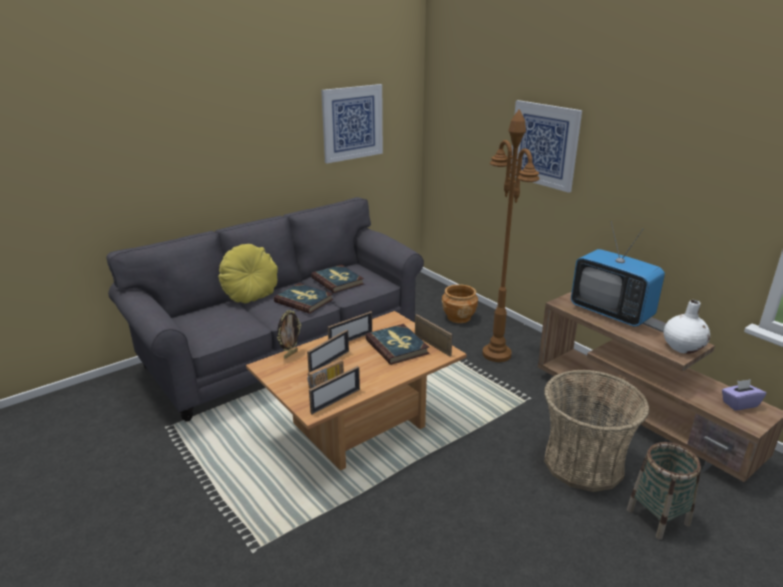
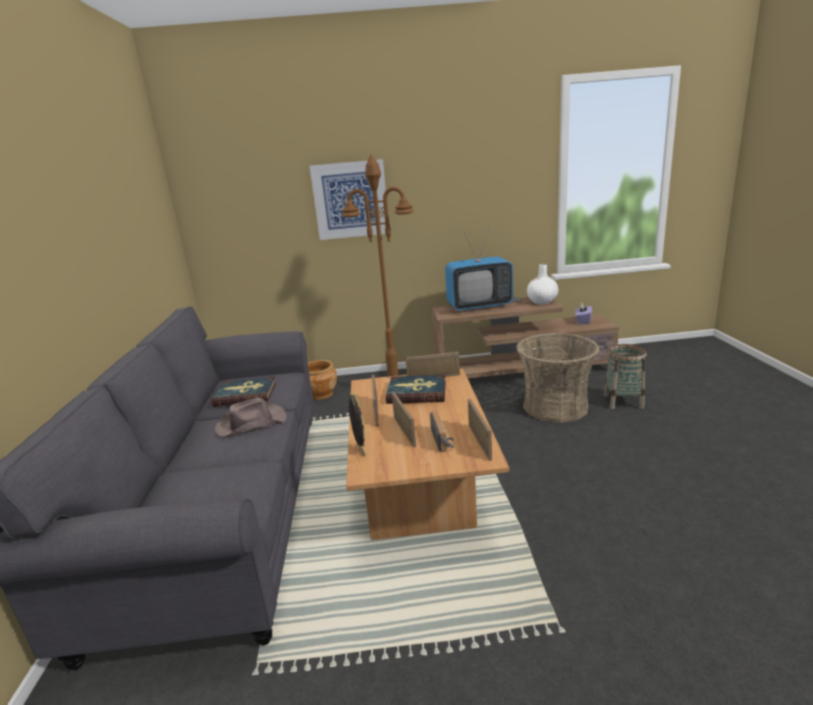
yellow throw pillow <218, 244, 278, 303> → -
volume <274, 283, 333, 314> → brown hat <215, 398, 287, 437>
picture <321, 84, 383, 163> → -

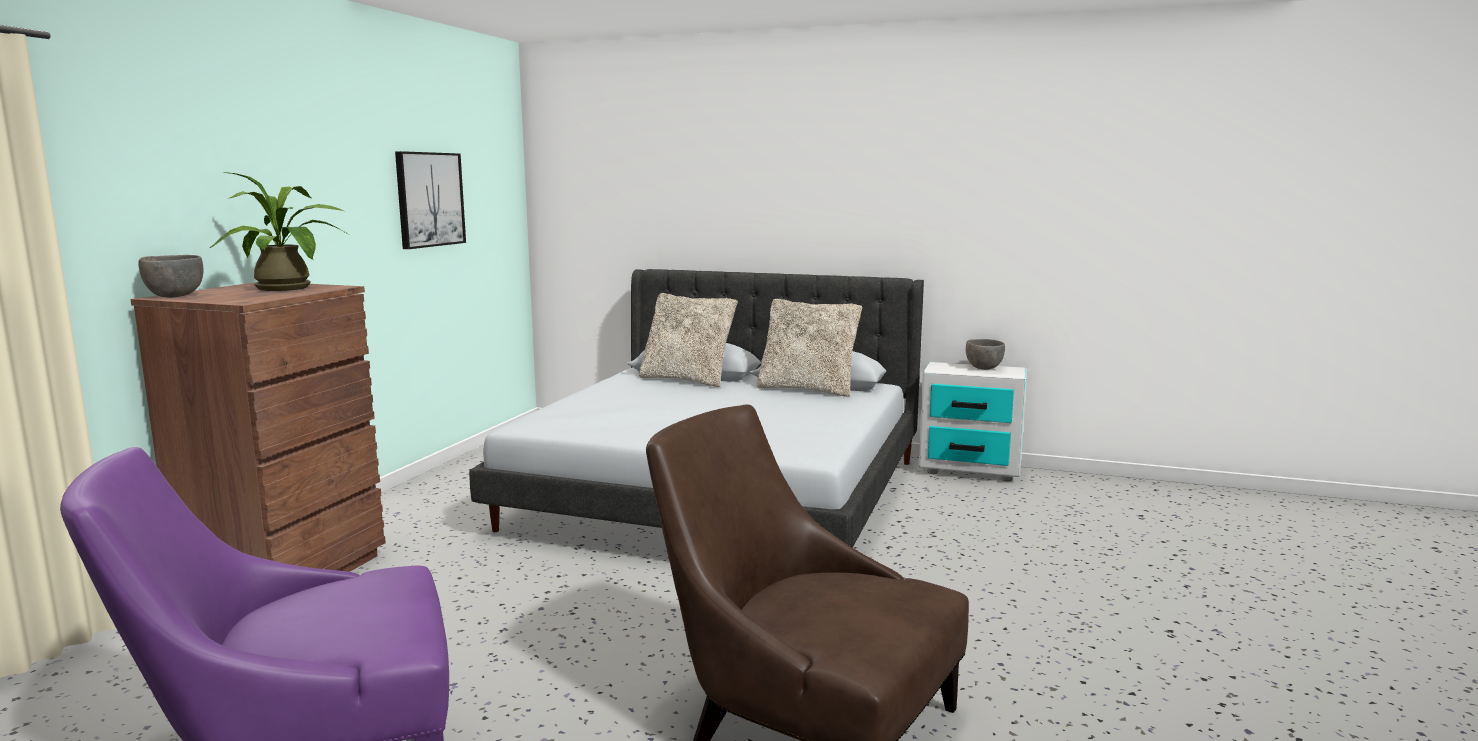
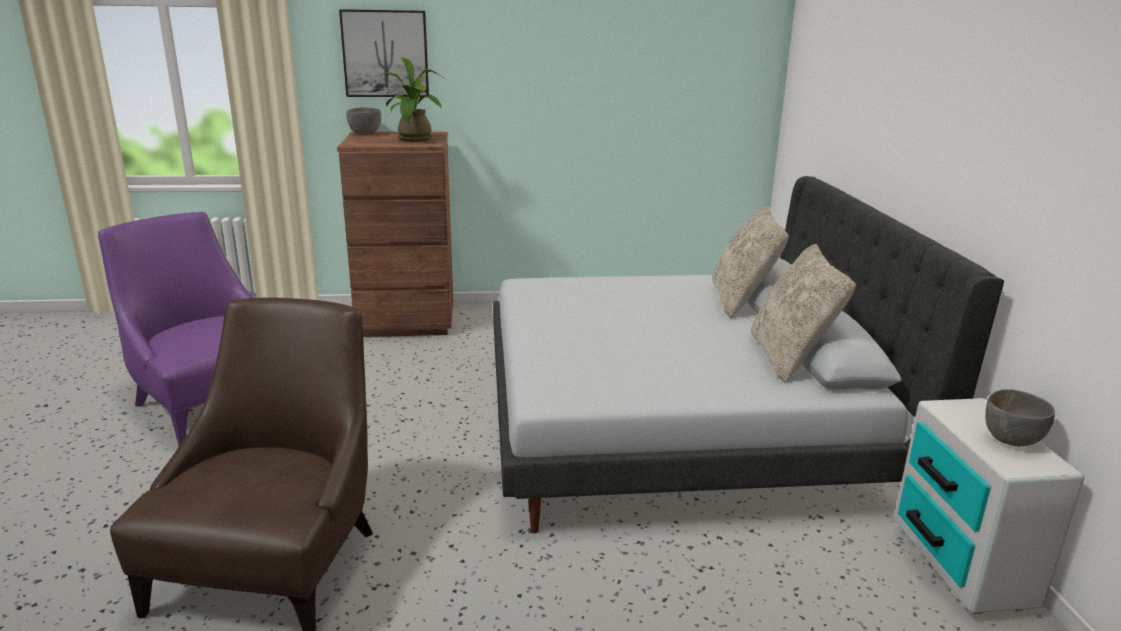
picture <395, 151, 466, 249> → picture <339, 9, 429, 97>, shifted

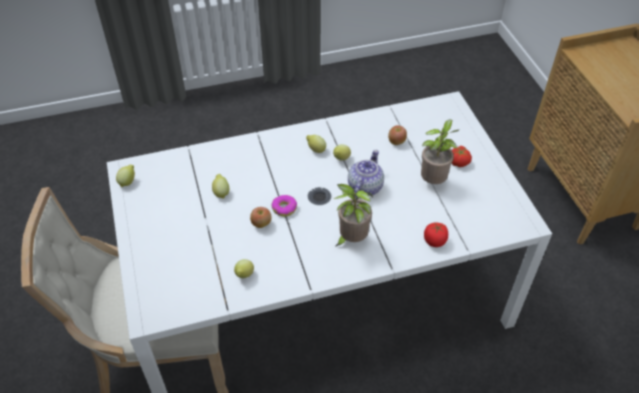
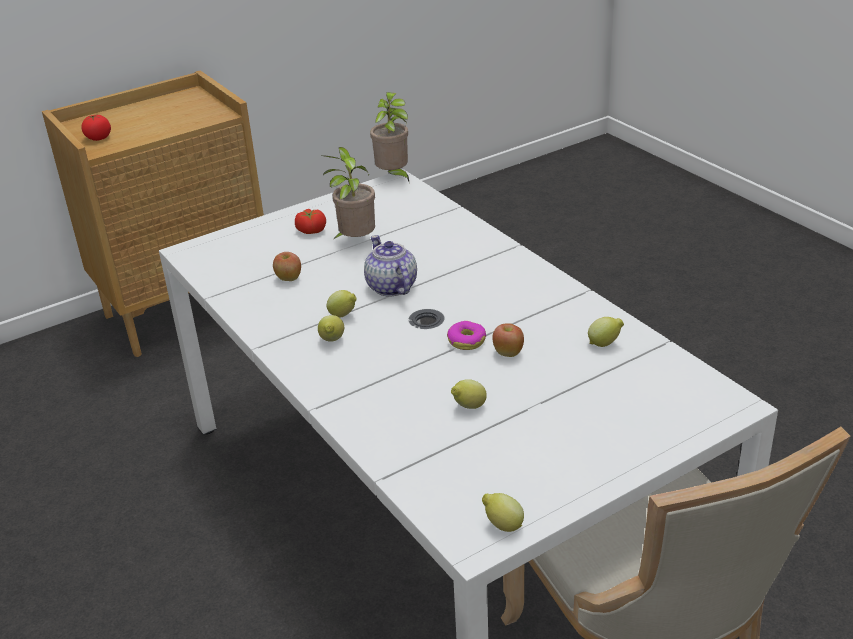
potted plant <334, 184, 373, 247> → potted plant <370, 92, 409, 181>, shifted
tea pot <348, 150, 384, 199> → tea pot <364, 235, 417, 297>, 60 degrees clockwise
fresh tomato <424, 223, 448, 247> → fresh tomato <81, 115, 111, 141>, shifted

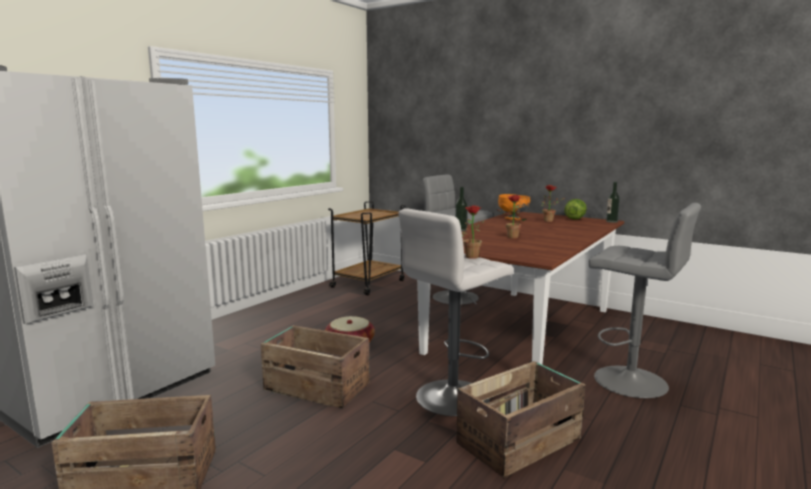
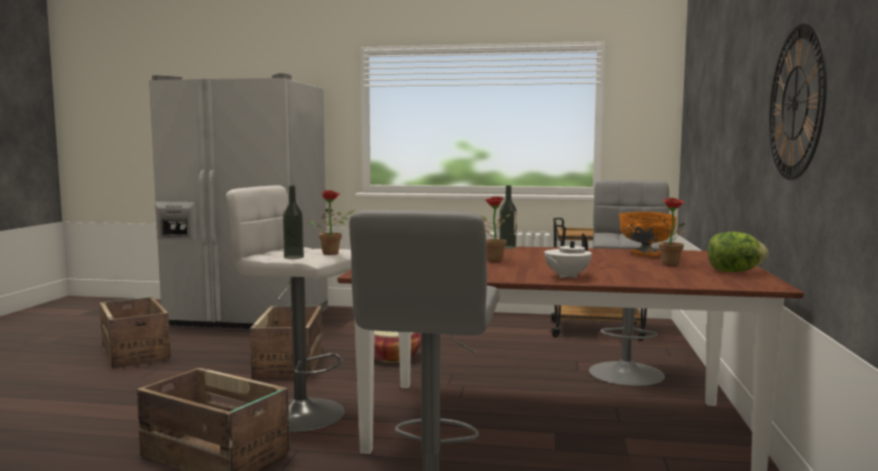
beverage bottle <606, 182, 620, 223> → beverage bottle <283, 185, 304, 259>, shifted
- → white-coloured tea pot <544, 234, 592, 278>
- → hanging clock <769, 23, 827, 180>

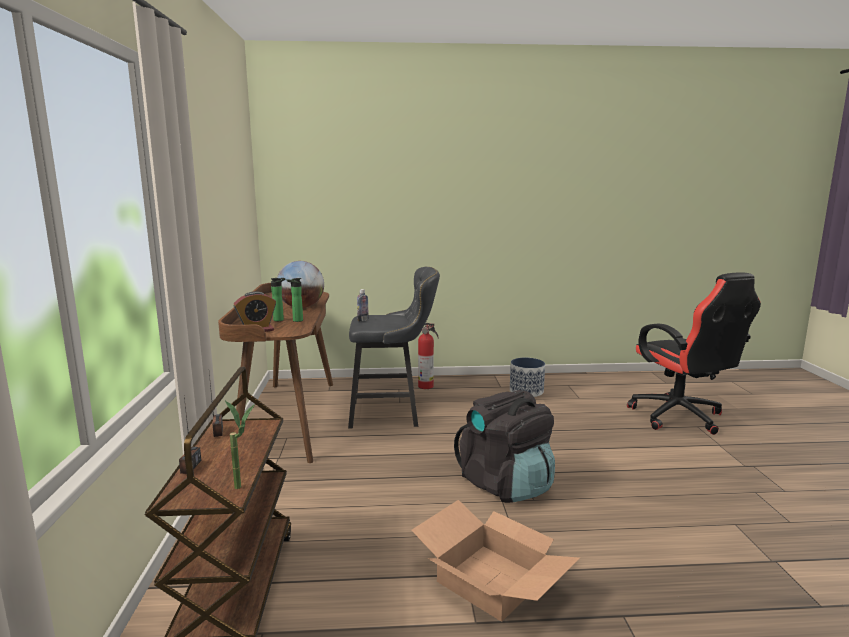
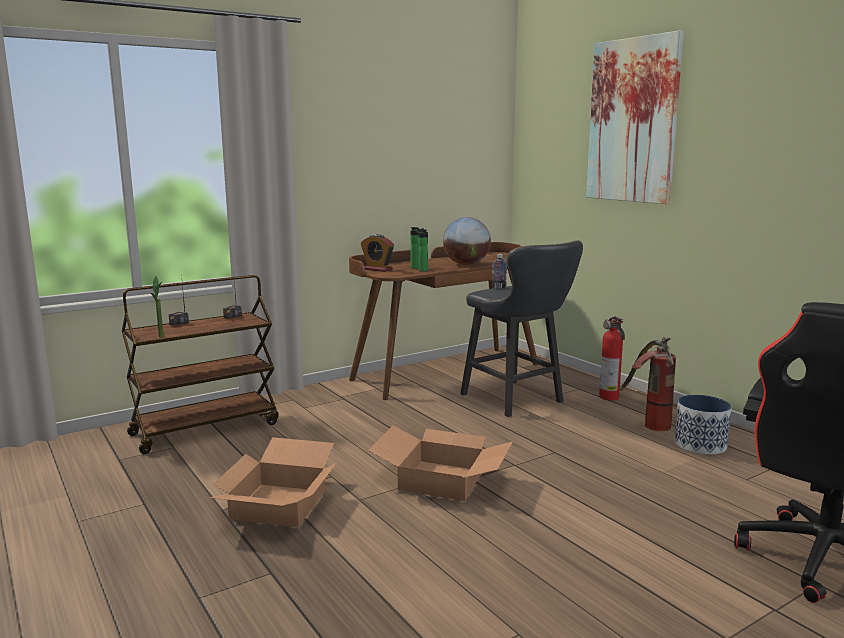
blackish knapsack <454, 390, 555, 503> → packing box <368, 426, 513, 501>
- → picture <586, 30, 684, 204>
- → extinguisher <620, 337, 676, 431>

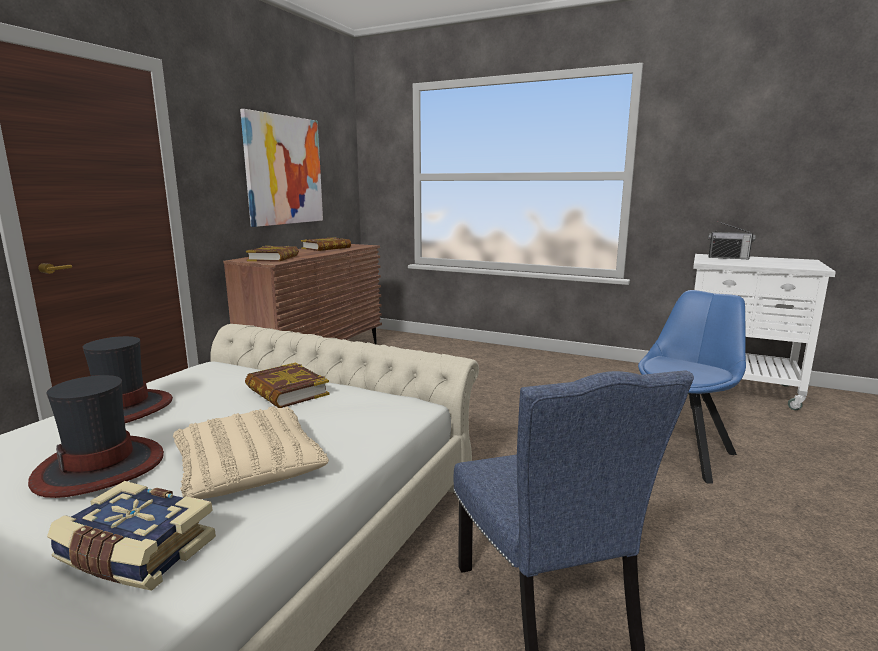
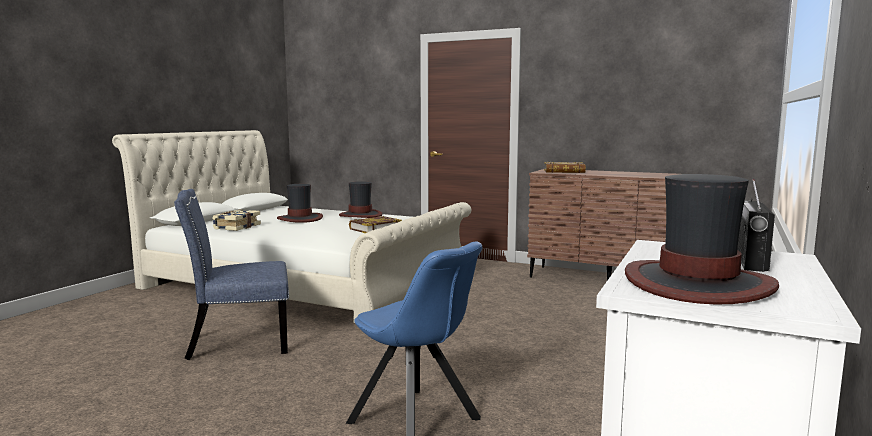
beige-coloured throw pillow <173, 406, 329, 499> → -
picture <240, 109, 323, 227> → -
volume <301, 237, 351, 251> → -
- → hat <625, 174, 779, 304>

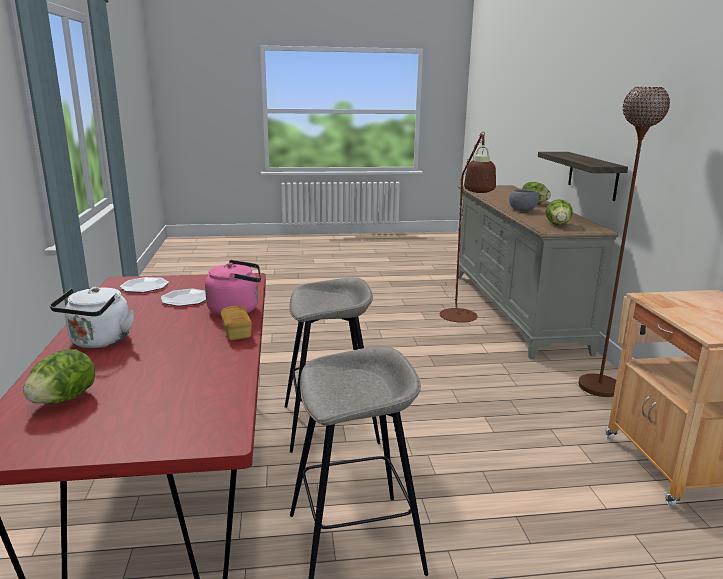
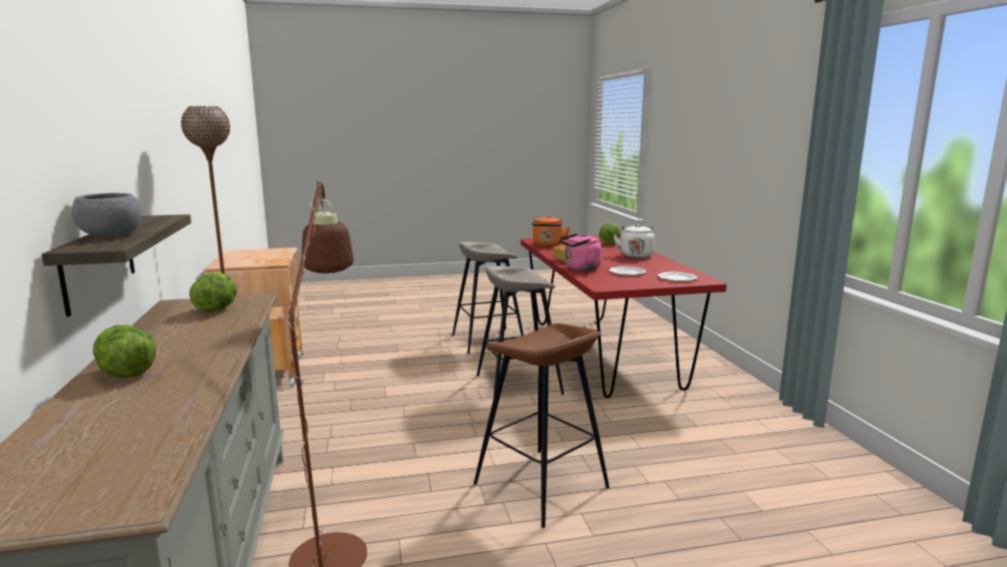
grey deep dish <509, 189, 539, 211> → grey deep dish <72, 193, 142, 237>, shifted
- → brown stool seat <474, 323, 609, 528>
- → orange water kettle <532, 215, 570, 246>

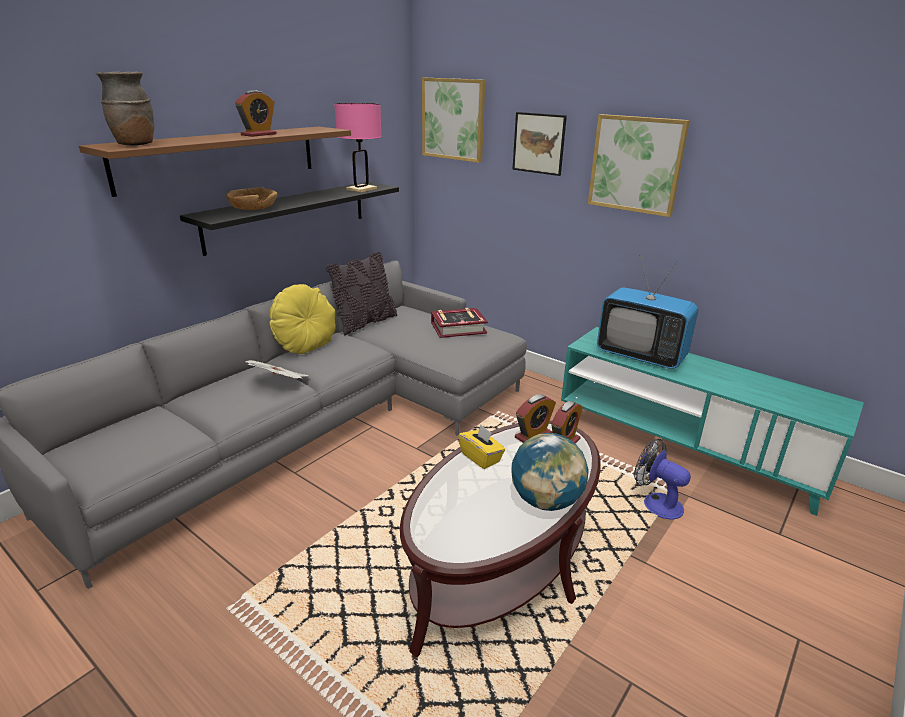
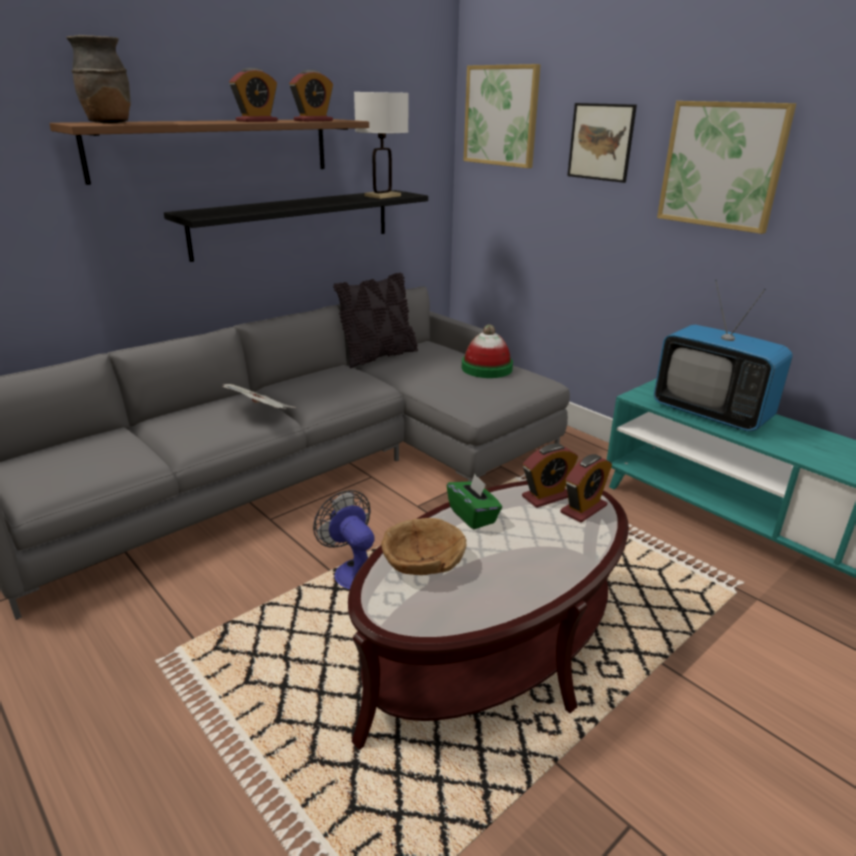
brown deep dish <226, 187, 277, 210> → brown deep dish <381, 518, 466, 575>, shifted
yellow throw pillow <269, 284, 335, 354> → -
pink tabletop lamp <334, 103, 382, 193> → white-coloured tabletop lamp <354, 92, 409, 199>
volume <431, 308, 488, 338> → hat <462, 324, 513, 378>
yellow box of tissues <458, 424, 505, 469> → green-coloured box of tissues <447, 474, 502, 529>
world globe <512, 433, 589, 511> → -
cooling fan <634, 439, 691, 519> → cooling fan <313, 490, 374, 589>, shifted
- → alarm clock <289, 70, 333, 121>

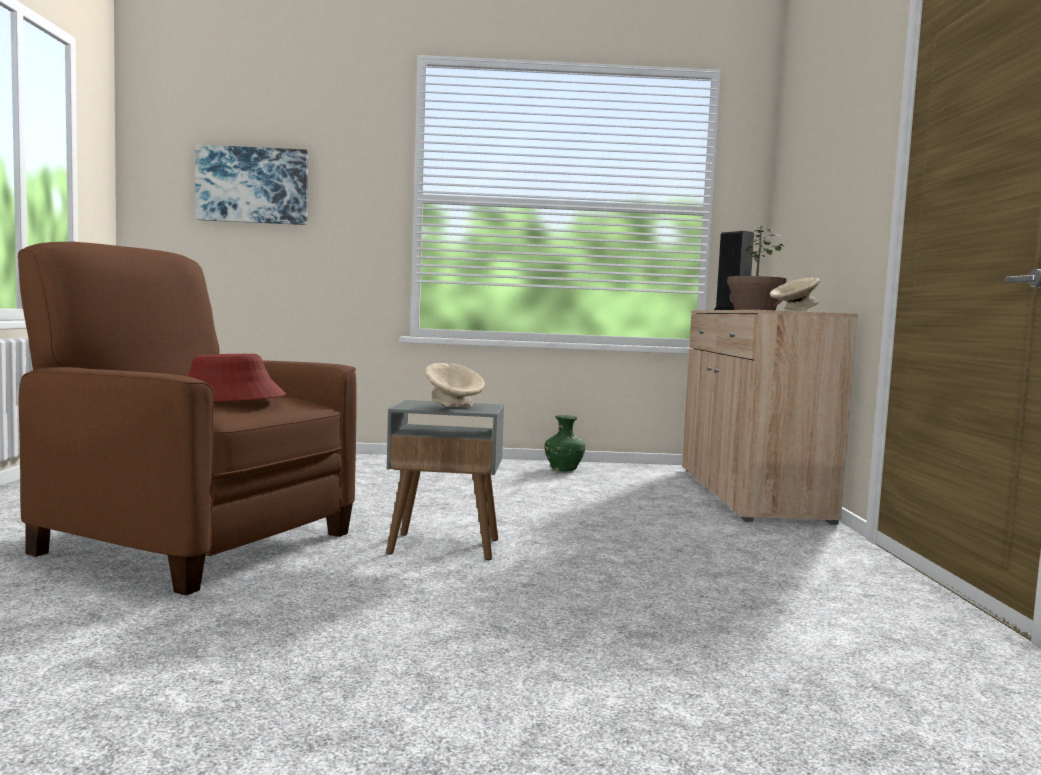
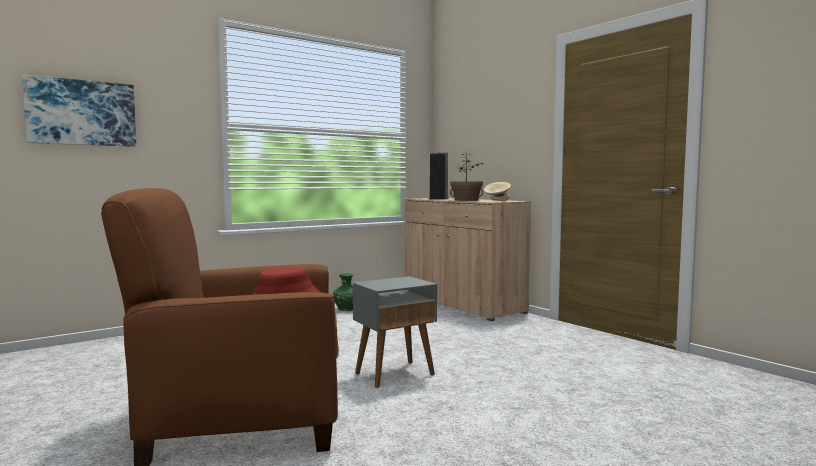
beige-coloured deep dish <425, 363, 485, 408> → -

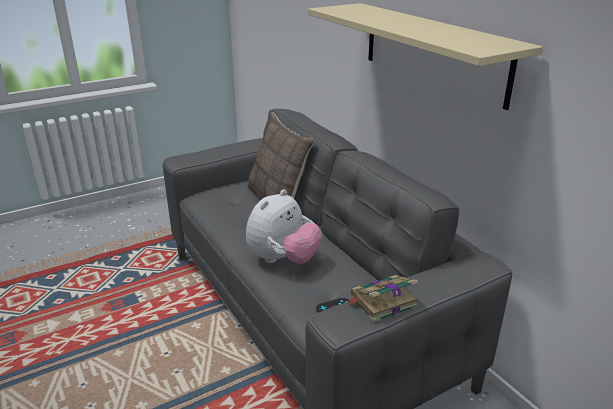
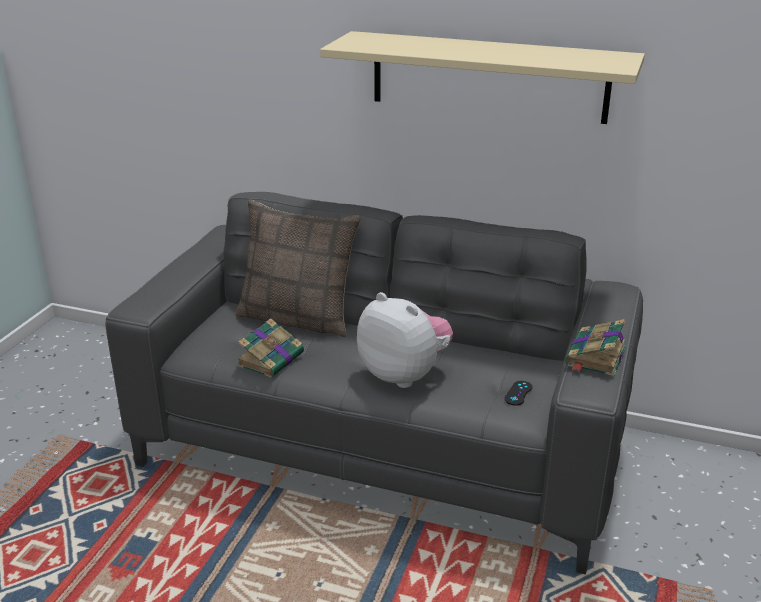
cuddly toy <246, 189, 322, 264> → cuddly toy <357, 292, 453, 388>, 45 degrees counterclockwise
- → volume <237, 318, 304, 378>

